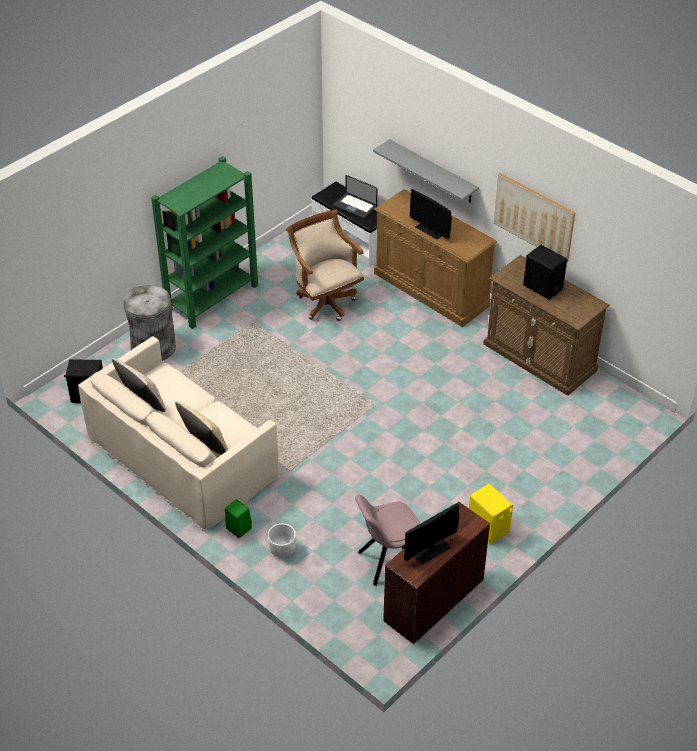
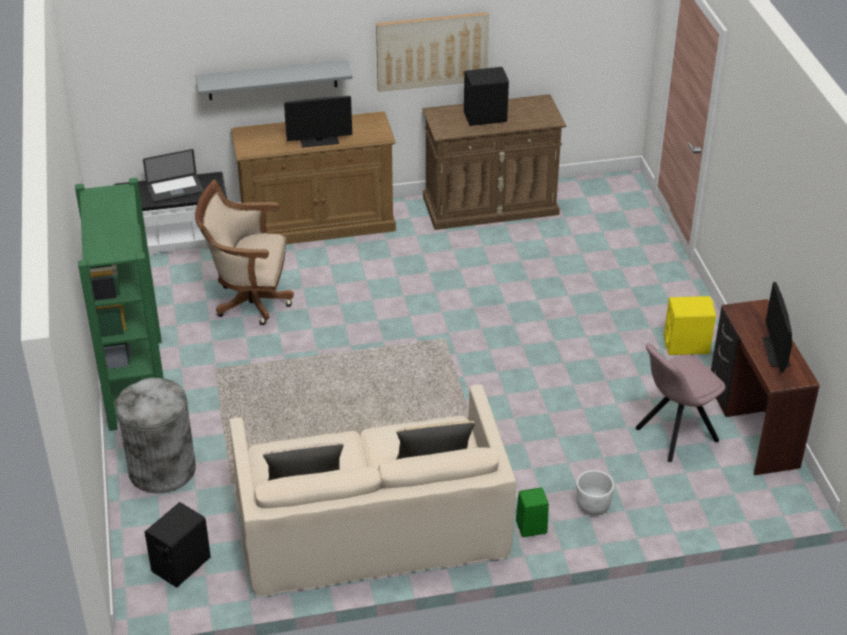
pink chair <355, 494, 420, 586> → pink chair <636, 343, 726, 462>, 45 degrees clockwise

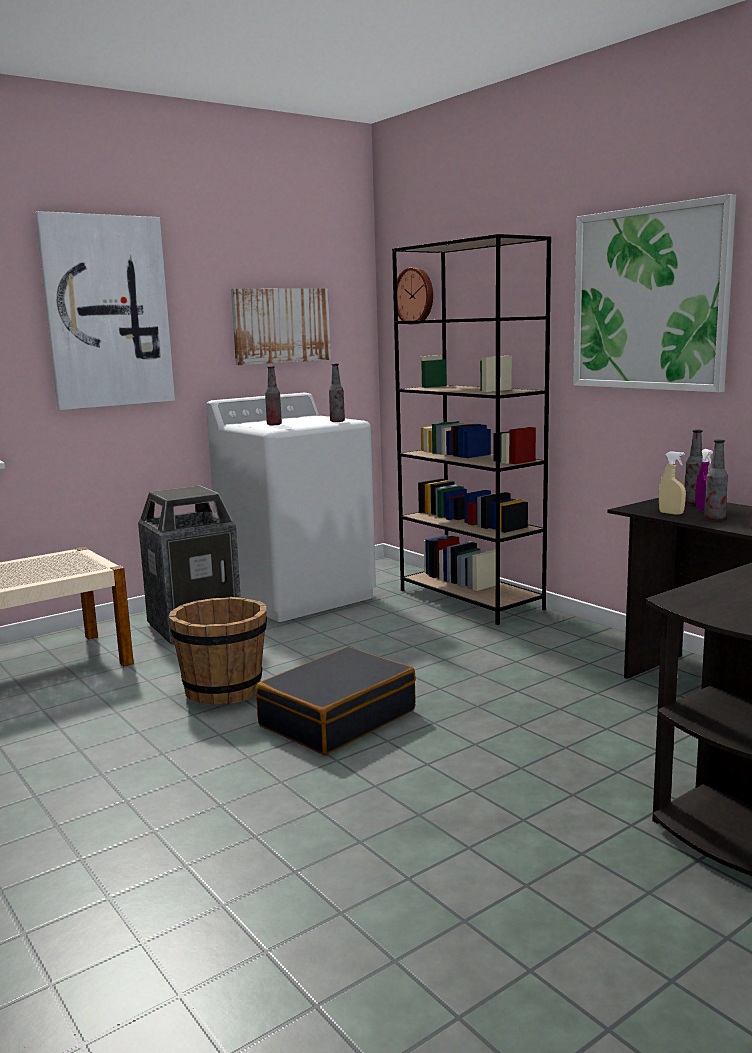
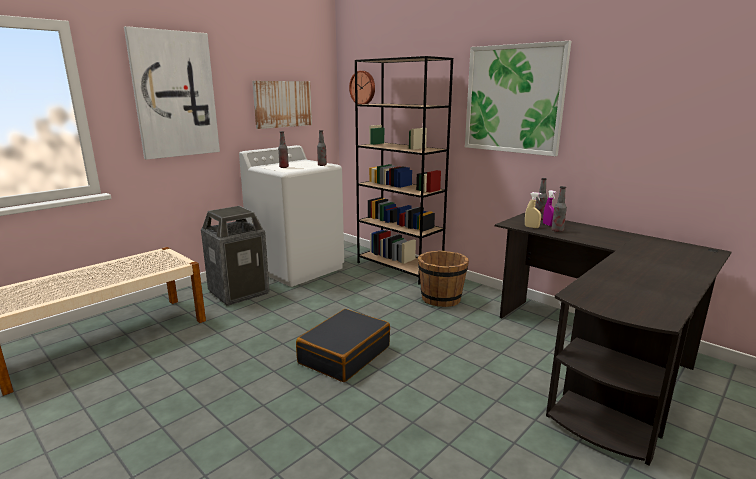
brown pail <169, 597, 267, 705> → brown pail <418, 251, 469, 307>, shifted

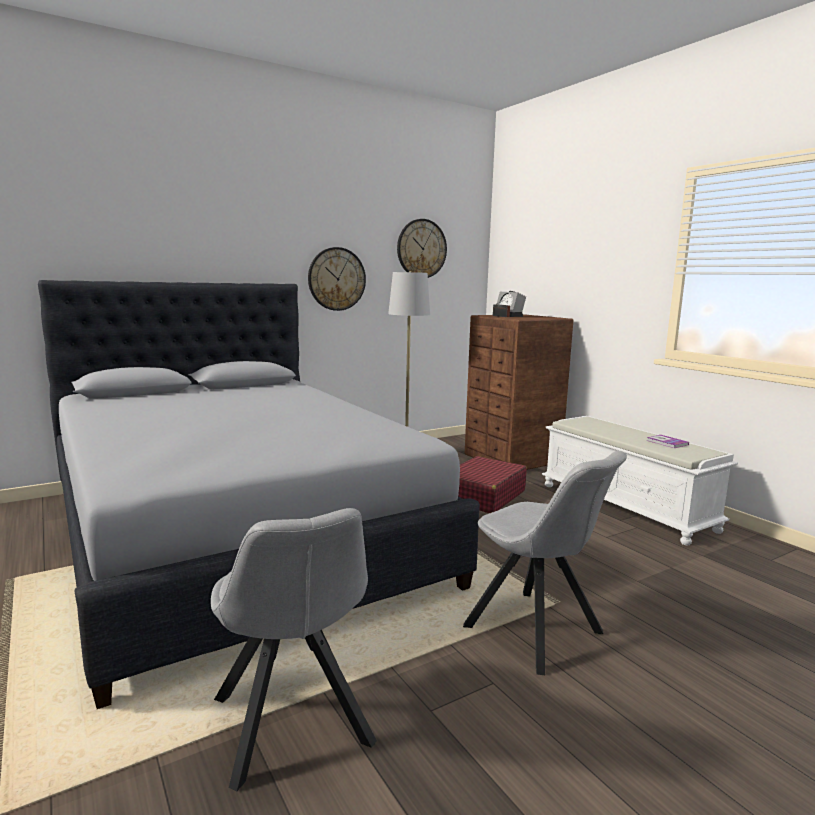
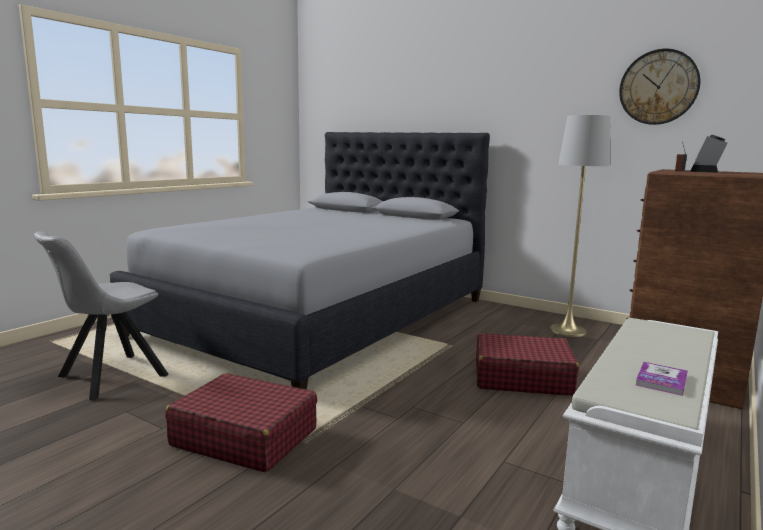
hanging clock <308, 247, 366, 311> → -
grey chair <463, 451, 627, 675> → reddish piece of luggage <165, 373, 317, 472>

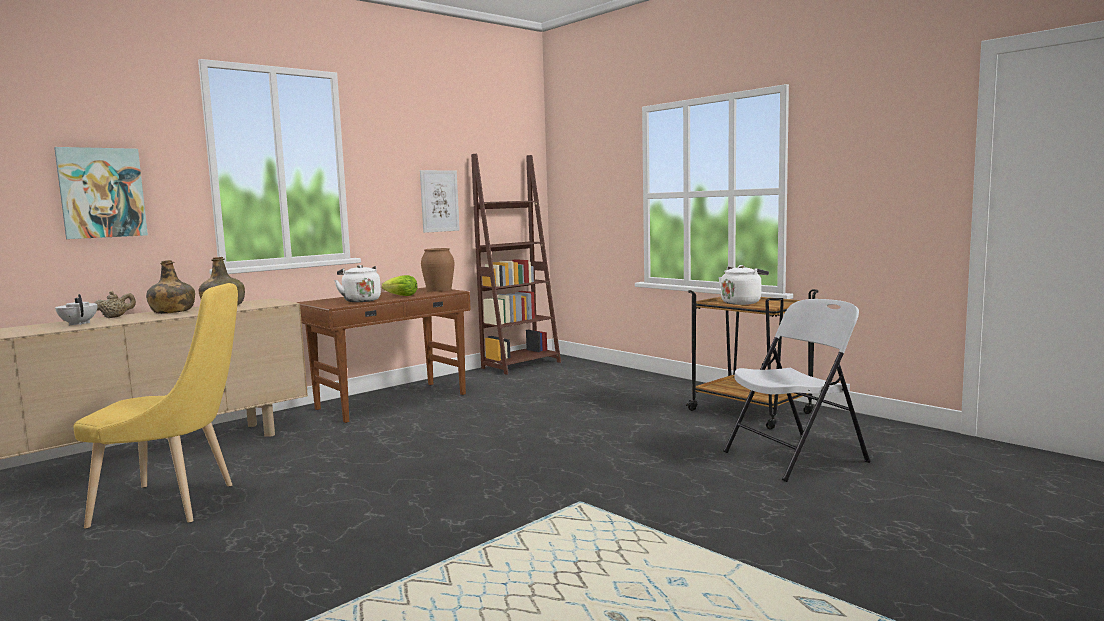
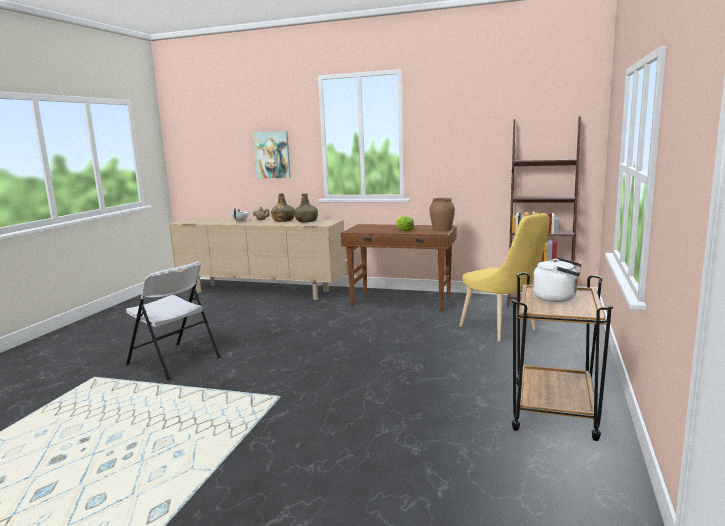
yellow chair <74, 283, 238, 529> → yellow chair <459, 213, 550, 342>, shifted
white-coloured water kettle <334, 265, 381, 302> → -
picture <420, 170, 460, 233> → -
white-coloured chair <723, 299, 870, 482> → white-coloured chair <126, 261, 221, 380>, shifted

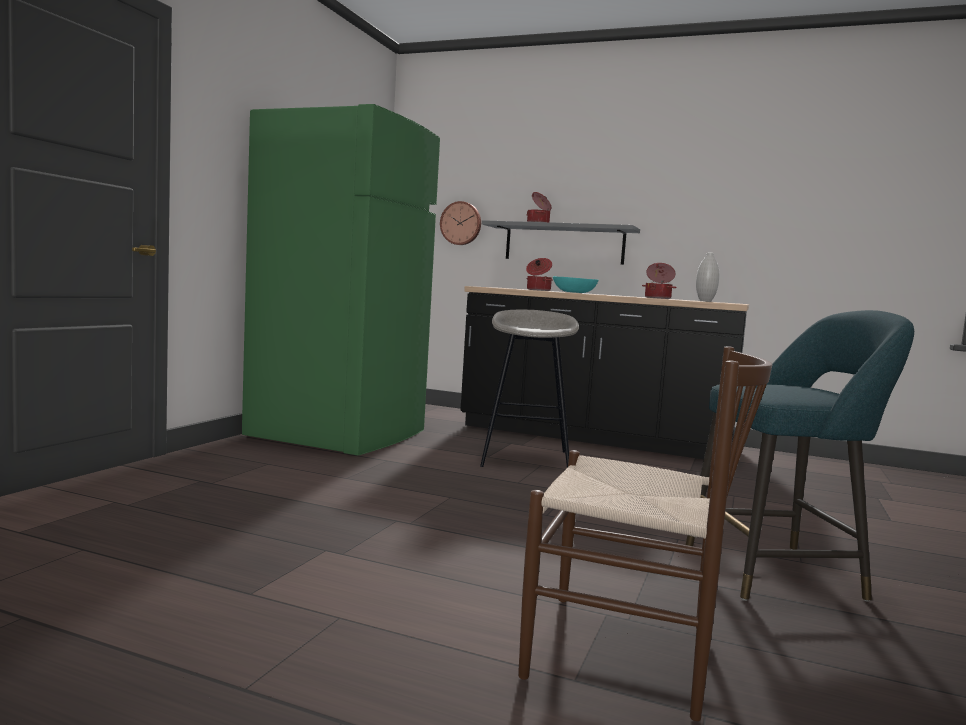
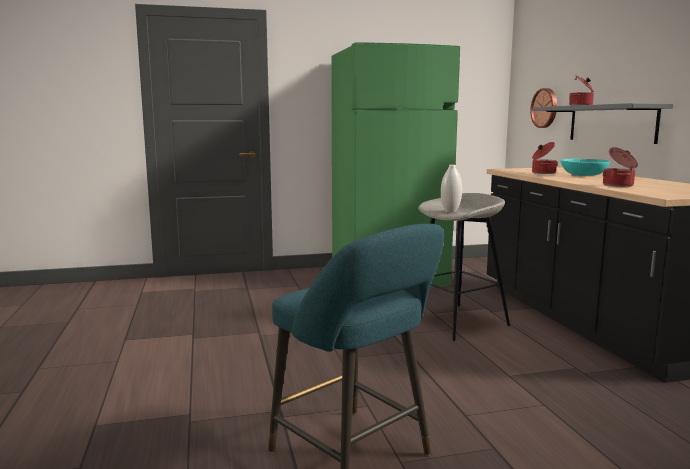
brown chair <518, 346, 772, 721> → -
white-coloured flower vase <696, 253, 720, 302> → white-coloured flower vase <441, 165, 462, 213>, shifted

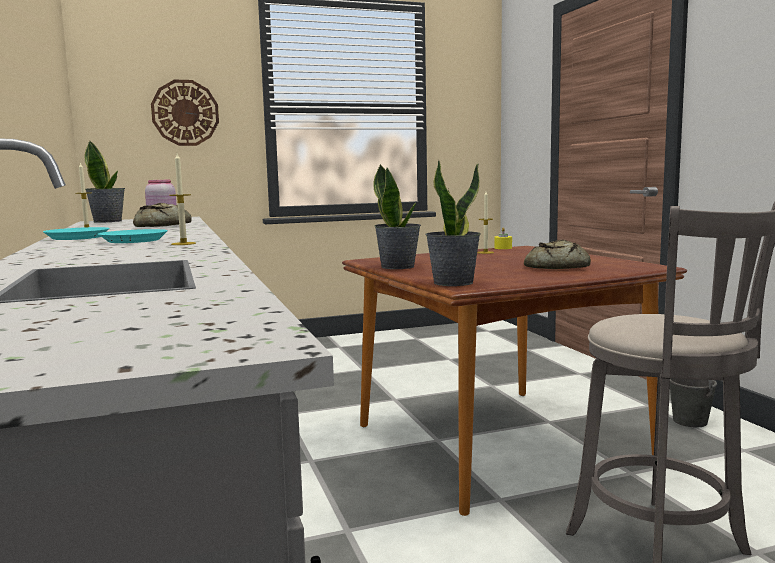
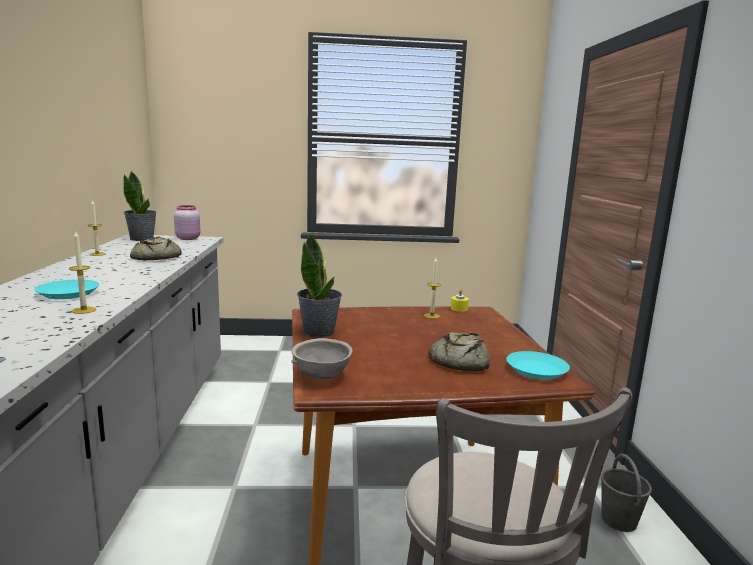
turquoise-coloured plate <43, 227, 109, 240> → turquoise-coloured plate <507, 351, 570, 379>, shifted
hanging clock <151, 80, 219, 146> → -
potted plant <425, 160, 481, 286> → grey deep dish <291, 338, 353, 379>

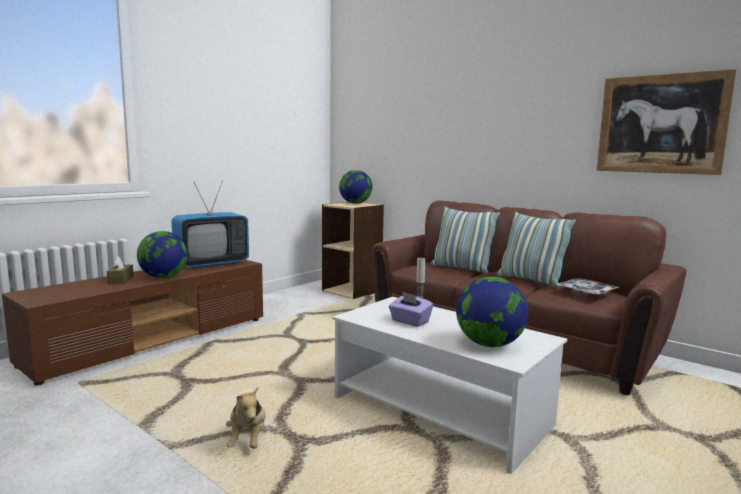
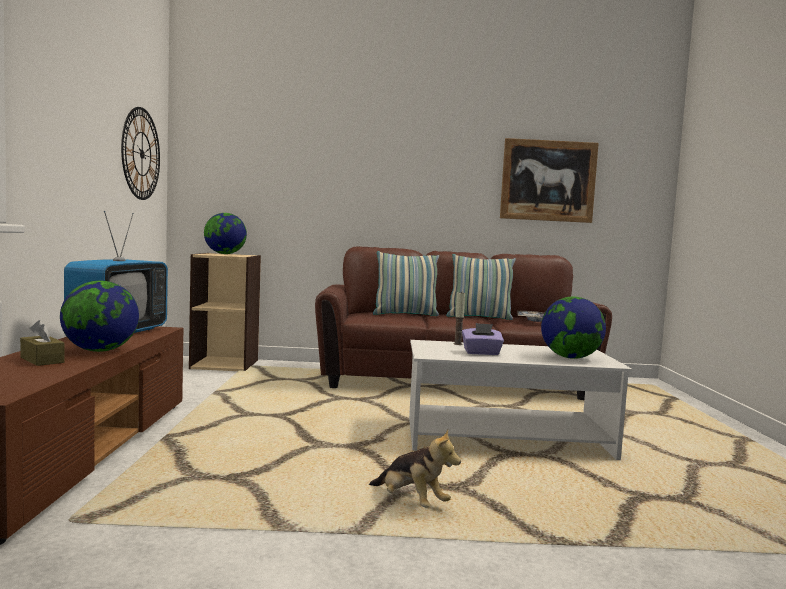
- → hanging clock <121, 107, 160, 200>

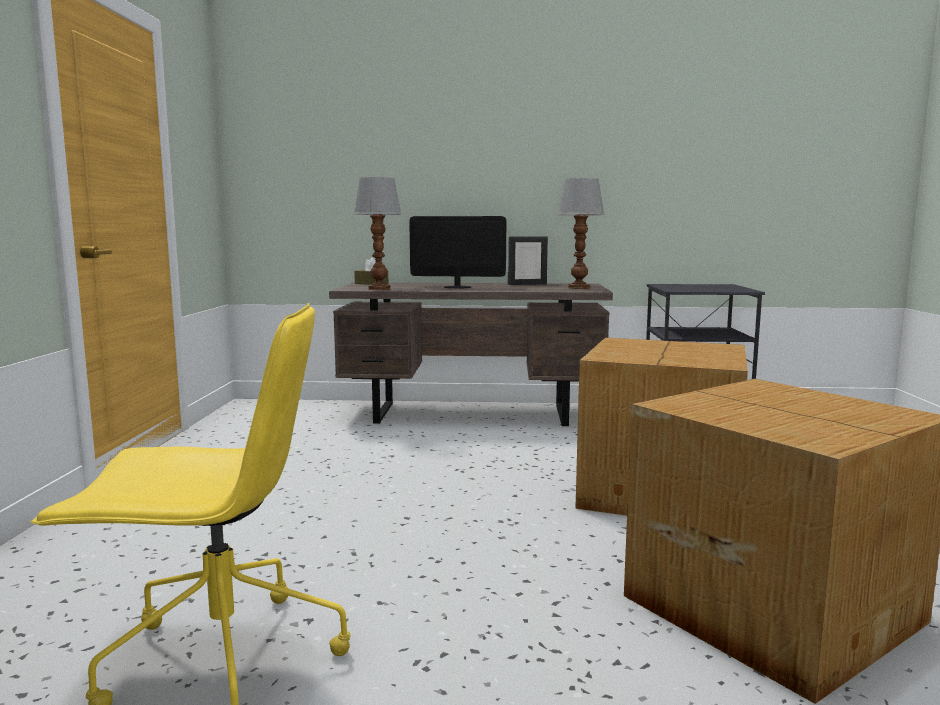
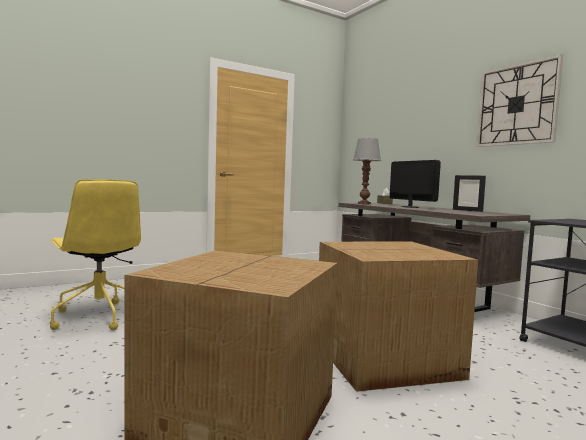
tabletop lamp <557, 178, 605, 289> → -
- → hanging clock <476, 54, 563, 147>

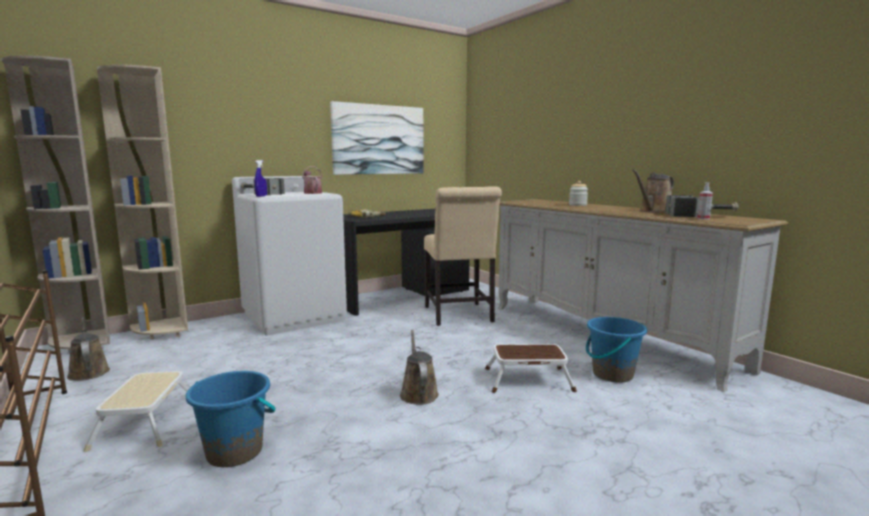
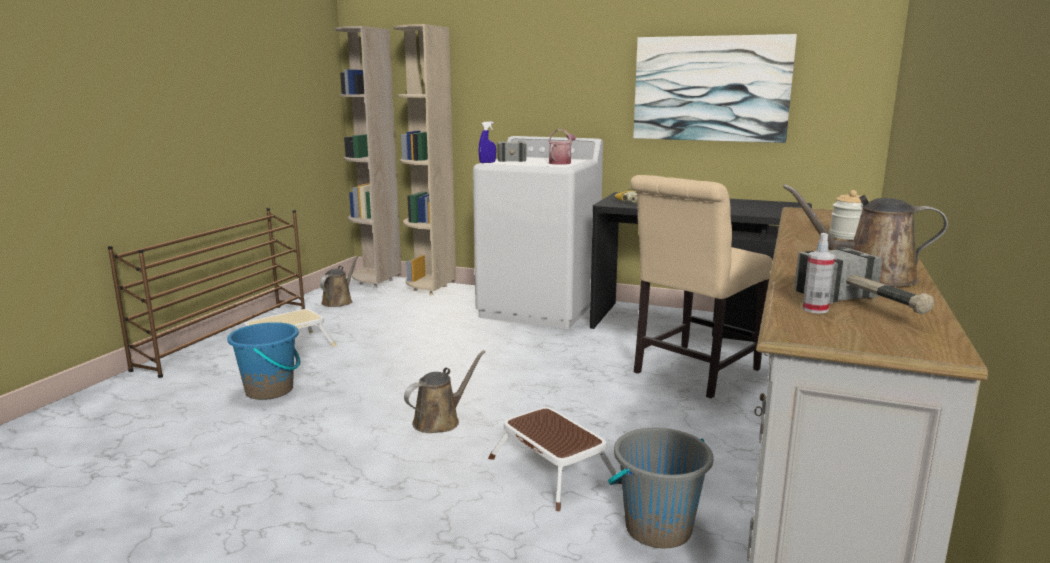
bluish pail <586, 317, 647, 383> → grey pail <608, 428, 714, 549>

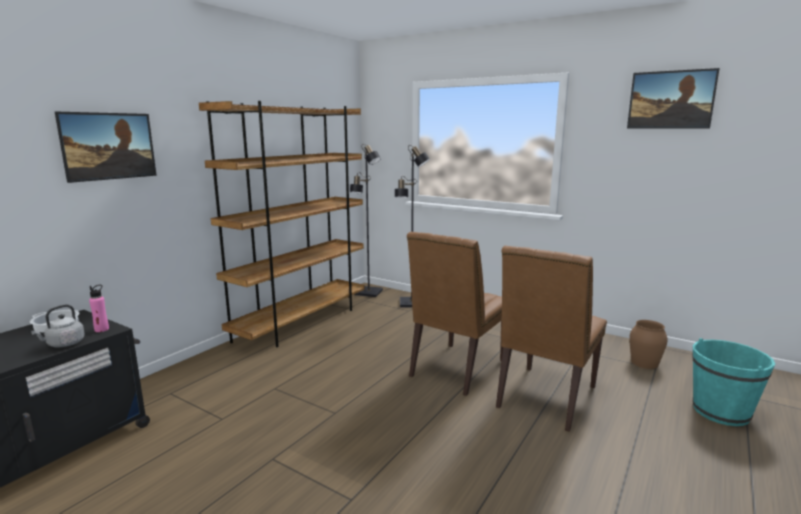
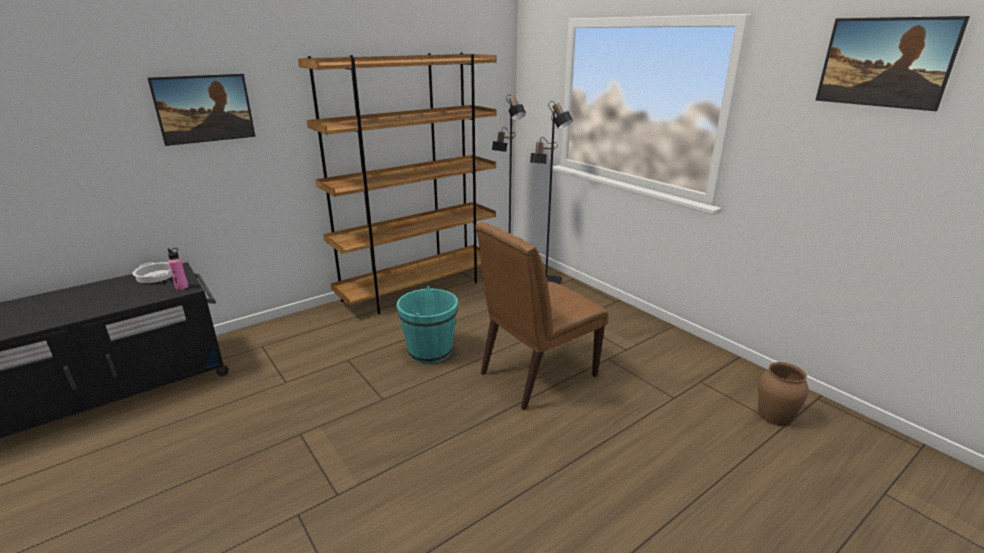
grey water kettle <31, 305, 85, 347> → -
brown chair <496, 246, 607, 432> → -
turquoise-coloured pail <692, 338, 775, 426> → turquoise-coloured pail <396, 286, 458, 364>, shifted

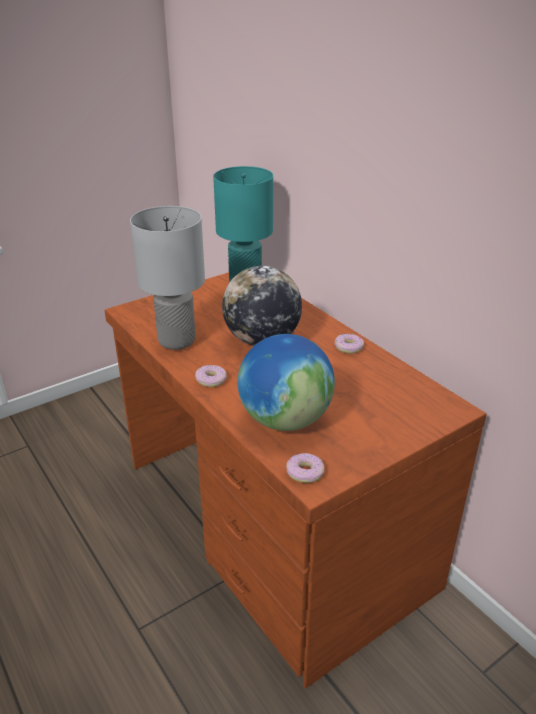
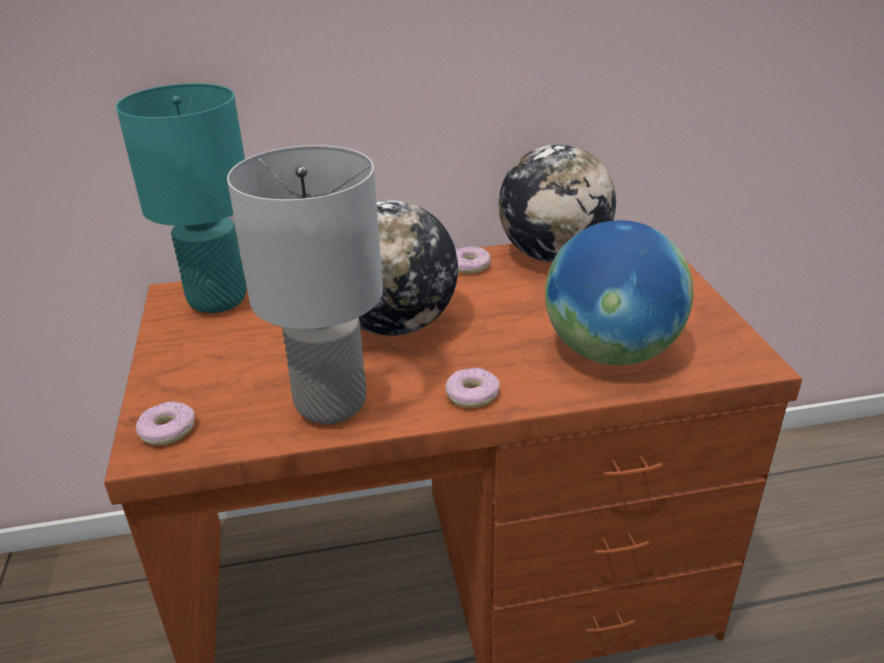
ring doughnut <286, 453, 325, 483> → ring doughnut <136, 401, 195, 446>, shifted
- → world globe <498, 144, 616, 262>

